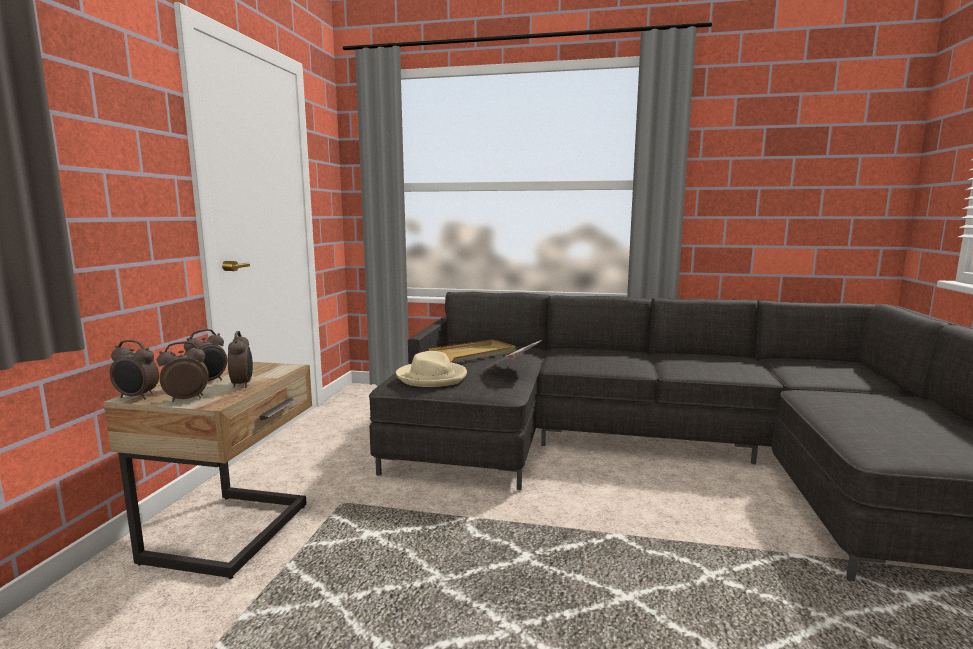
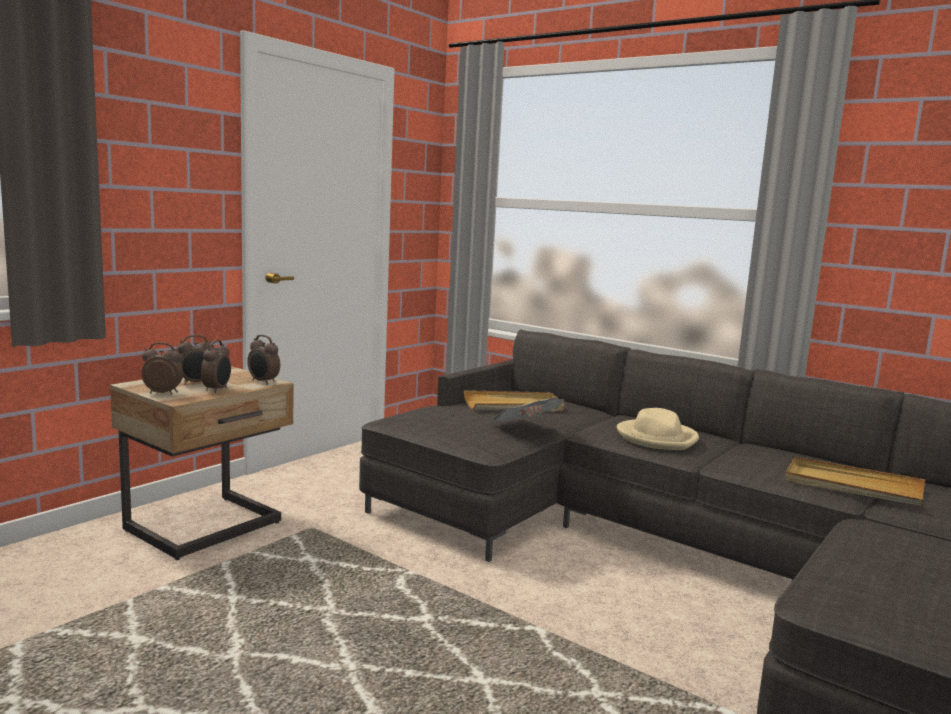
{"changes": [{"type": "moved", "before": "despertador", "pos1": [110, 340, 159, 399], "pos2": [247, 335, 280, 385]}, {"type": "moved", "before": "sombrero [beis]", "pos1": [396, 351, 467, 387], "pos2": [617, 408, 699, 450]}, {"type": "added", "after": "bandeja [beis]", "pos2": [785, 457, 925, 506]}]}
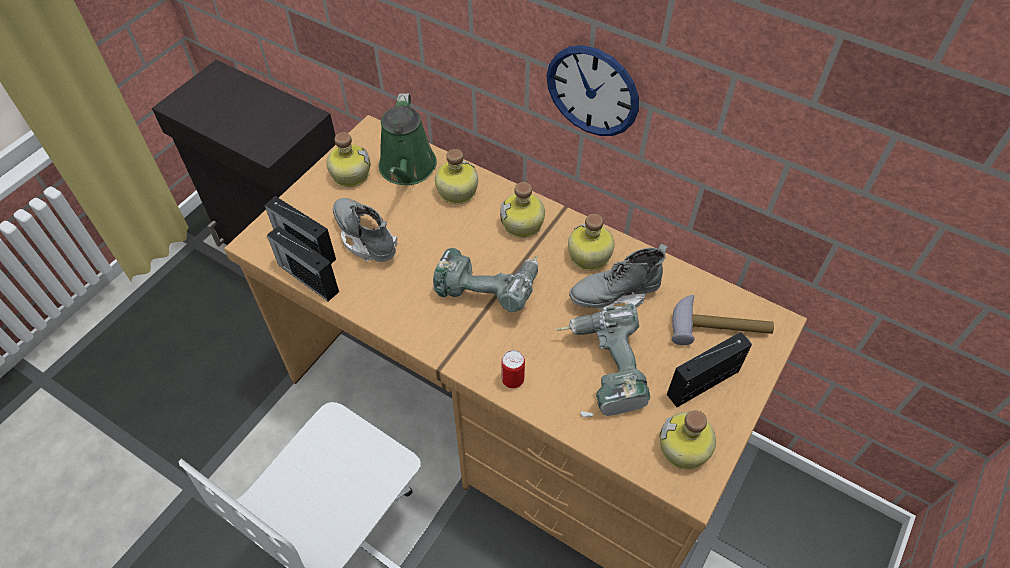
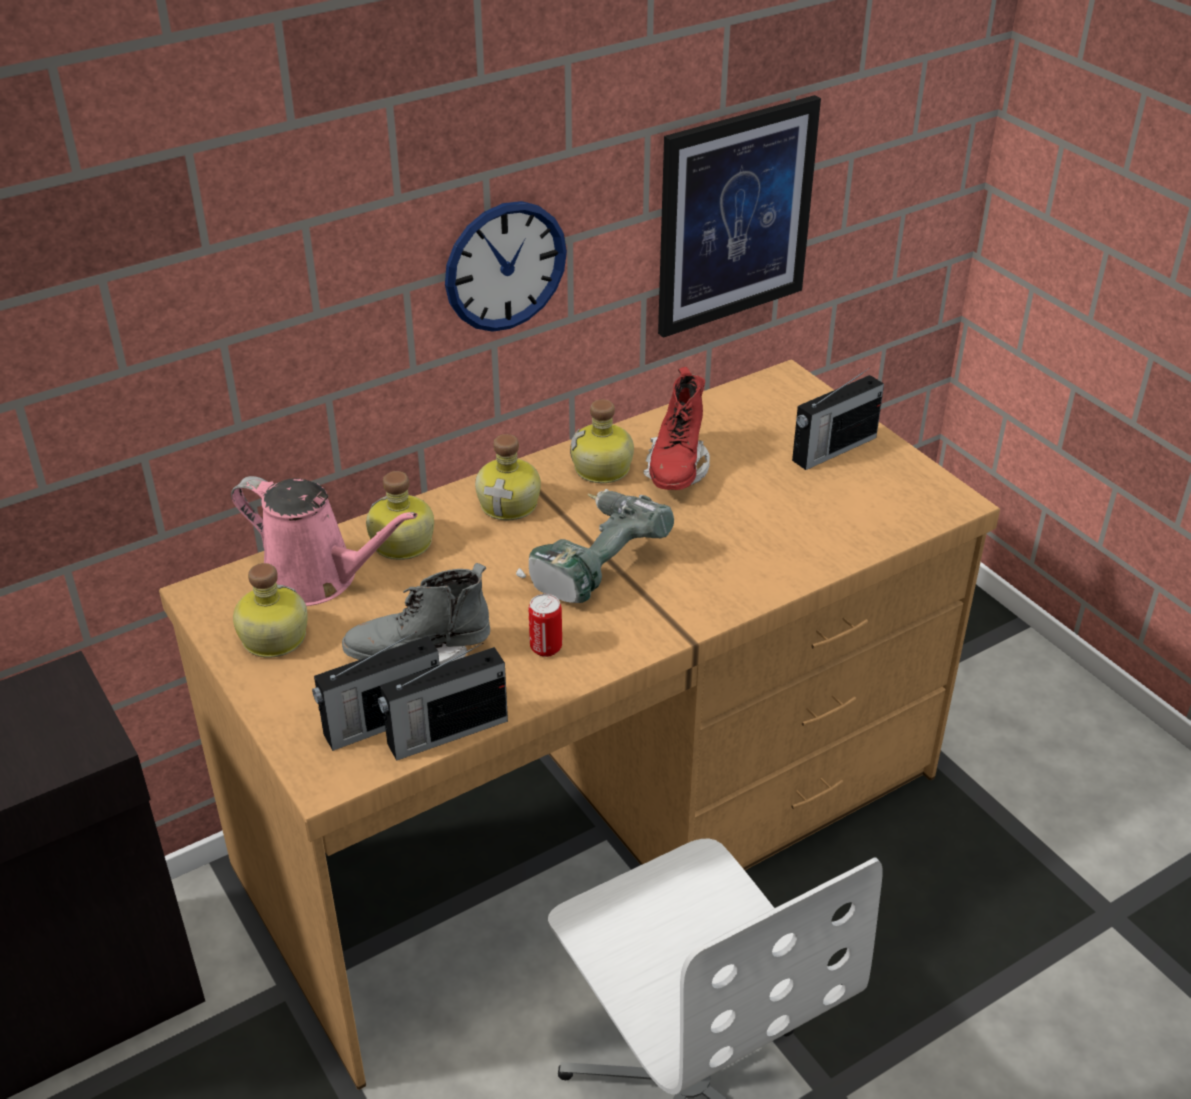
{"changes": [{"type": "recoloured", "before": "regadera [verde]", "after": "regadera [rosa]", "pos1": [379, 93, 437, 185], "pos2": [231, 476, 417, 606]}, {"type": "moved", "before": "lata", "pos1": [501, 350, 525, 388], "pos2": [529, 594, 562, 657]}, {"type": "removed", "before": "taladro", "pos1": [555, 303, 650, 417]}, {"type": "recoloured", "before": "bota [gris]", "after": "bota [rojo]", "pos1": [569, 244, 668, 311], "pos2": [643, 367, 710, 490]}, {"type": "removed", "before": "botella", "pos1": [660, 410, 716, 470]}, {"type": "turned", "before": "radio", "pos1": [667, 332, 752, 407], "pos2": [792, 368, 884, 470], "turn": -120}, {"type": "removed", "before": "martillo", "pos1": [672, 295, 774, 345]}, {"type": "added", "after": "cuadro", "pos2": [658, 95, 821, 338]}]}
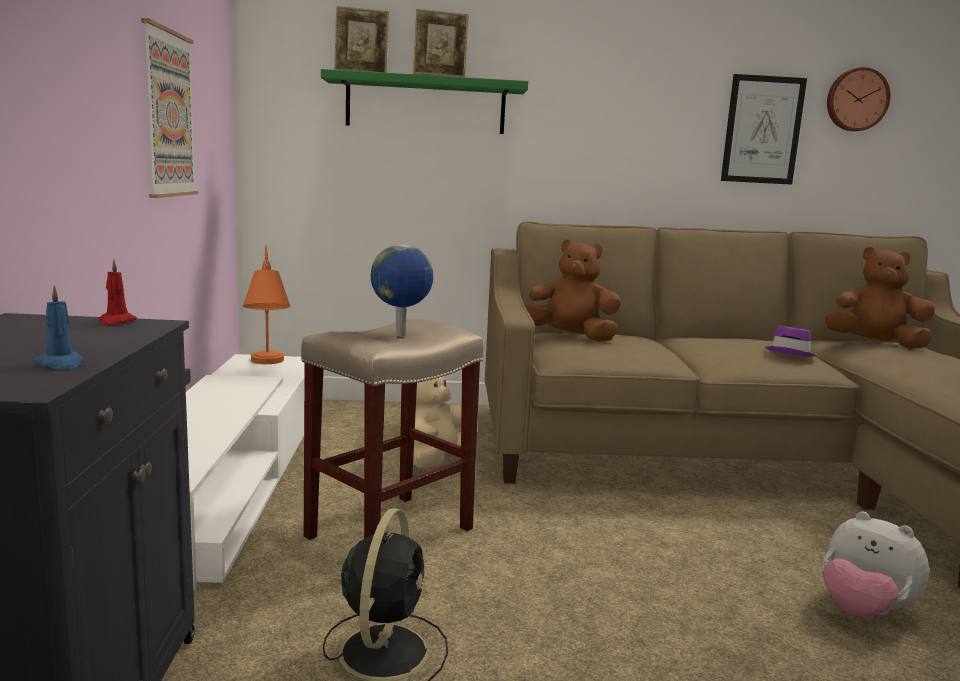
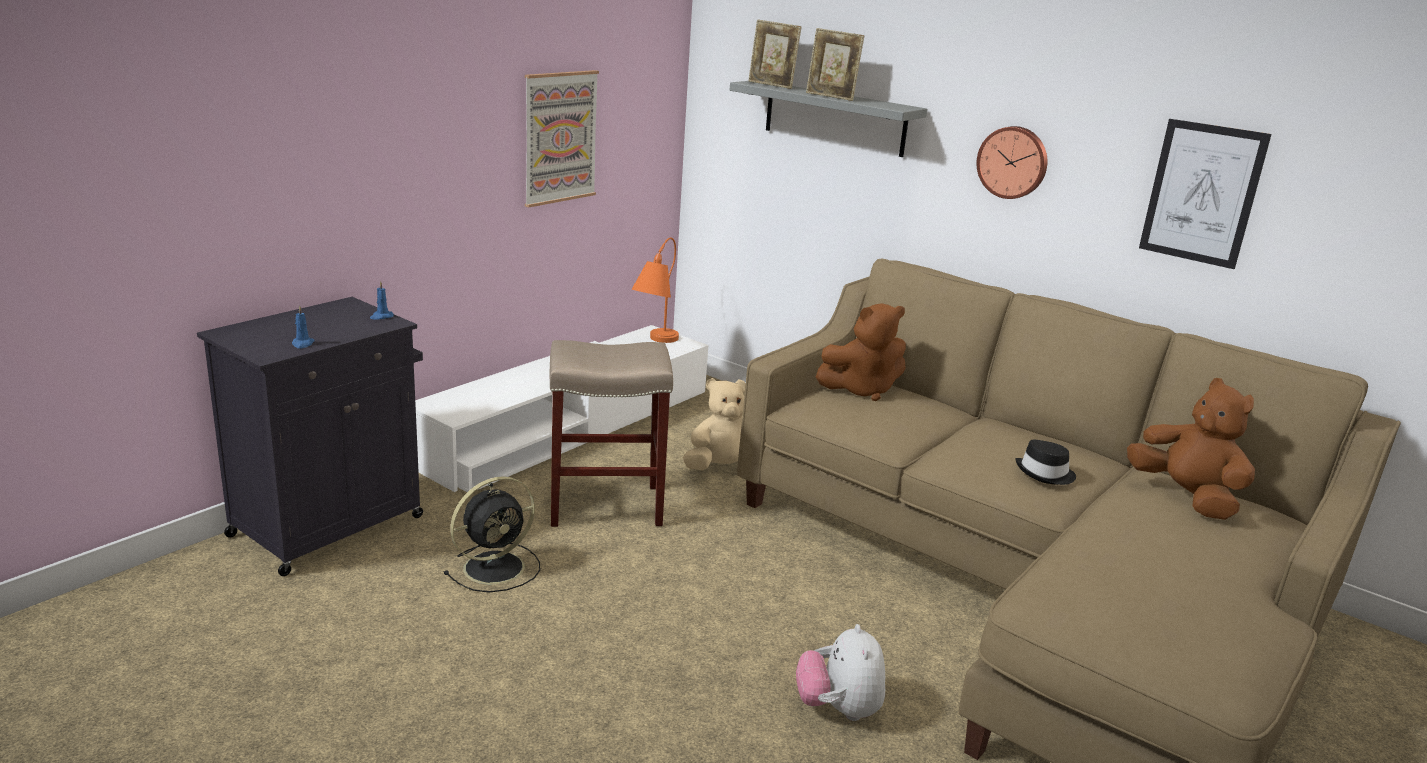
{"changes": [{"type": "recoloured", "before": "vela [rojo]", "after": "vela [azul]", "pos1": [98, 259, 137, 326], "pos2": [370, 281, 394, 320]}, {"type": "recoloured", "before": "estante [verde]", "after": "estante [gris]", "pos1": [321, 69, 528, 134], "pos2": [730, 81, 927, 157]}, {"type": "removed", "before": "globo terráqueo", "pos1": [371, 244, 433, 336]}, {"type": "turned", "before": "peluche [marrón]", "pos1": [525, 239, 621, 342], "pos2": [816, 303, 906, 401], "turn": 105}, {"type": "recoloured", "before": "sombrero [morado]", "after": "sombrero [negro]", "pos1": [765, 326, 817, 357], "pos2": [1016, 439, 1076, 485]}, {"type": "moved", "before": "reloj de pared", "pos1": [827, 67, 891, 131], "pos2": [977, 126, 1047, 199]}]}
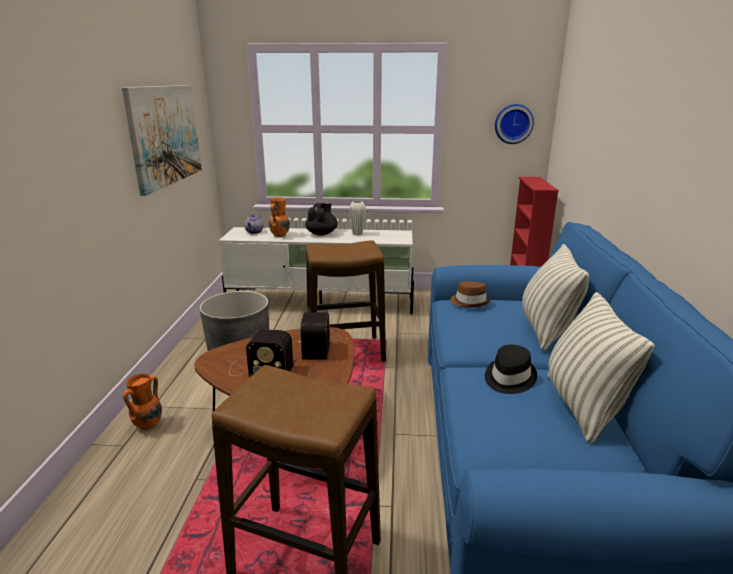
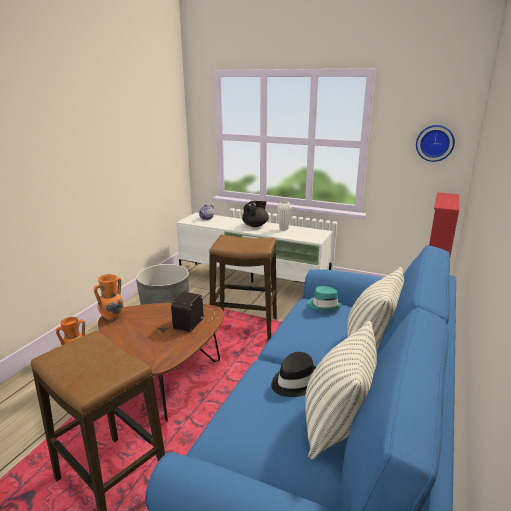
{"changes": [{"type": "removed", "before": "cuadro", "pos1": [122, 85, 202, 196]}, {"type": "removed", "before": "radio", "pos1": [229, 329, 293, 377]}, {"type": "moved", "before": "florero [naranja]", "pos1": [269, 197, 290, 237], "pos2": [94, 274, 124, 320]}, {"type": "recoloured", "before": "sombrero [marrón]", "after": "sombrero [turquesa]", "pos1": [450, 281, 491, 308], "pos2": [308, 286, 342, 311]}]}
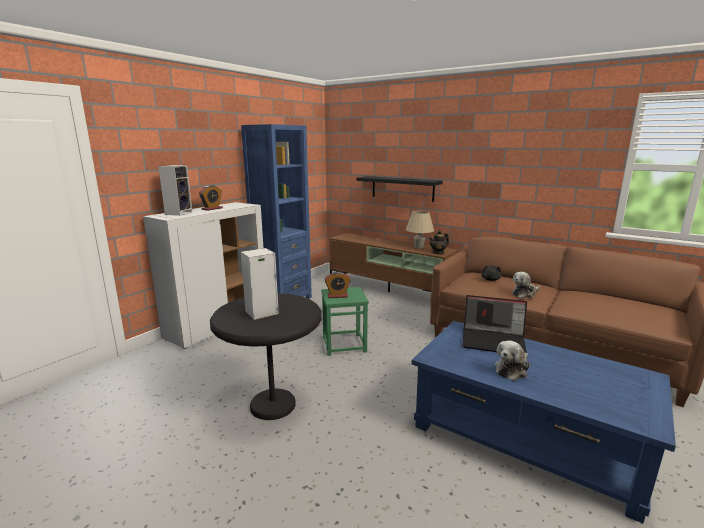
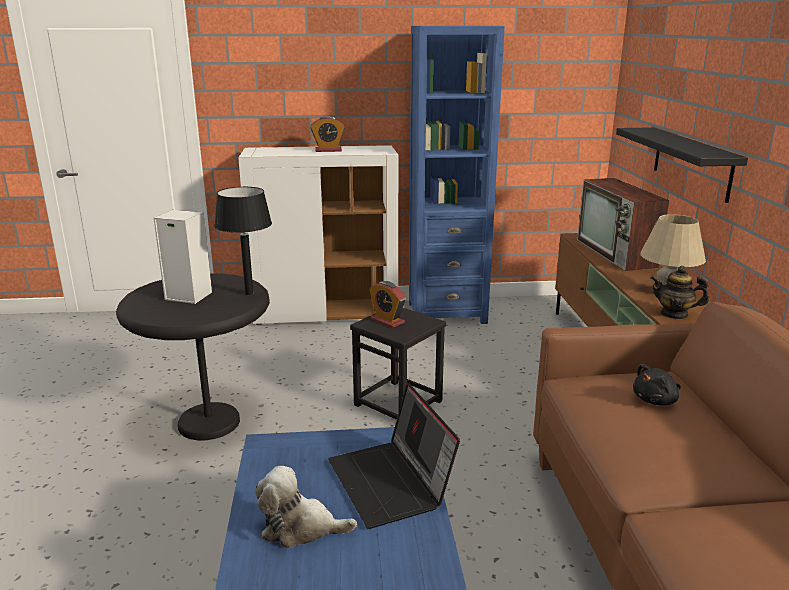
{"changes": [{"type": "removed", "before": "altavoz", "pos1": [158, 165, 192, 216]}, {"type": "recoloured", "before": "taburete [verde]", "after": "taburete [negro]", "pos1": [321, 287, 369, 356], "pos2": [350, 308, 446, 420]}, {"type": "removed", "before": "peluche", "pos1": [512, 272, 541, 298]}, {"type": "added", "after": "lámpara de mesa [negro]", "pos2": [214, 187, 272, 295]}, {"type": "added", "after": "televisor", "pos2": [577, 178, 669, 271]}]}
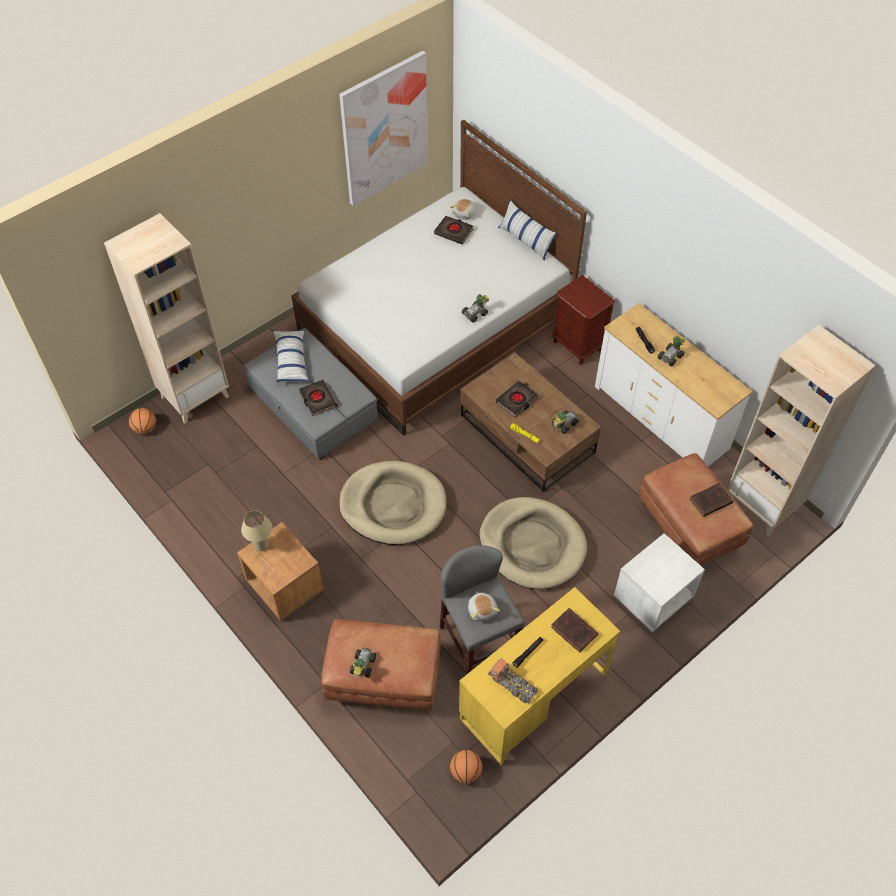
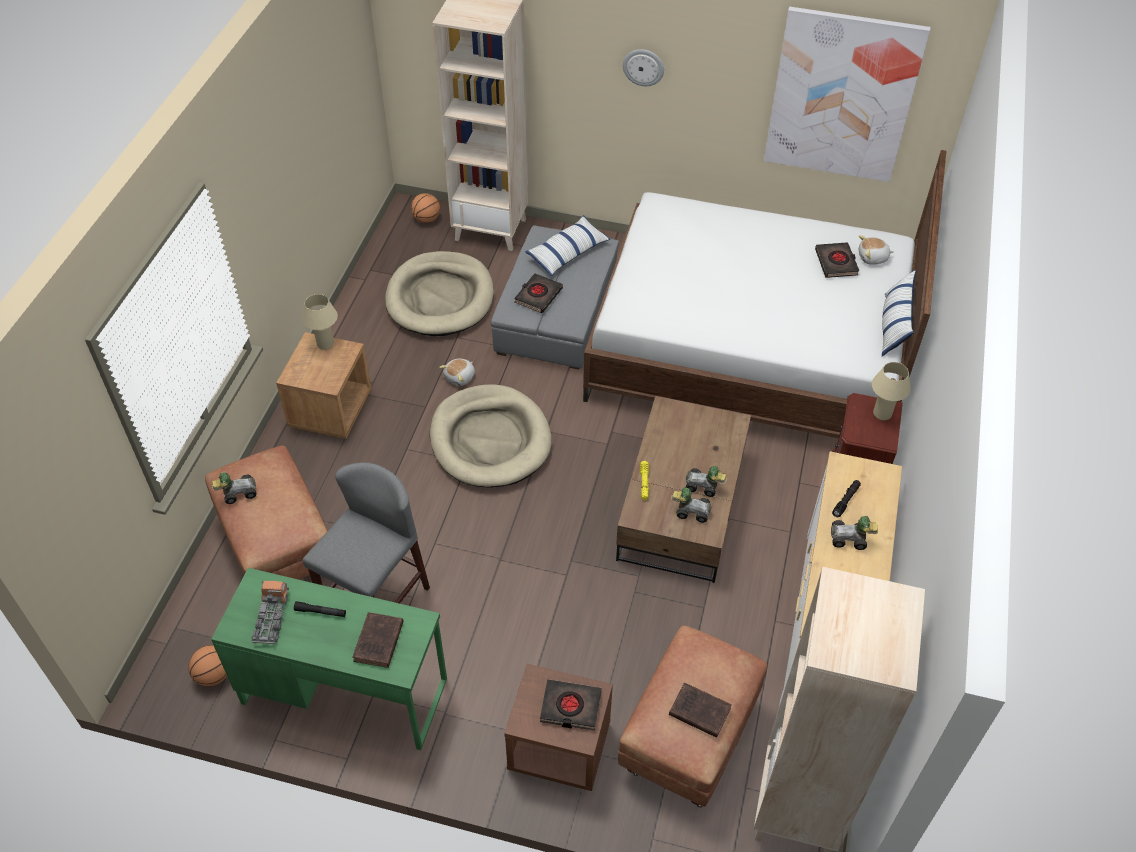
{"changes": [{"type": "recoloured", "before": "escritorio [amarillo]", "after": "escritorio [verde]", "pos1": [459, 587, 620, 765], "pos2": [211, 568, 447, 750]}, {"type": "moved", "before": "coche de juguete", "pos1": [462, 294, 489, 322], "pos2": [686, 466, 727, 497]}, {"type": "moved", "before": "peluche", "pos1": [468, 591, 500, 622], "pos2": [439, 359, 475, 386]}, {"type": "moved", "before": "cama para perro [beis]", "pos1": [479, 497, 587, 589], "pos2": [385, 251, 494, 336]}, {"type": "moved", "before": "libro [negro]", "pos1": [495, 381, 538, 417], "pos2": [540, 679, 602, 730]}, {"type": "recoloured", "before": "mesita de noche [blanco]", "after": "mesita de noche [marrón]", "pos1": [614, 533, 705, 632], "pos2": [504, 664, 613, 791]}, {"type": "added", "after": "reloj de pared", "pos2": [623, 49, 664, 86]}, {"type": "added", "after": "lámpara de mesa [beis]", "pos2": [872, 362, 911, 420]}]}
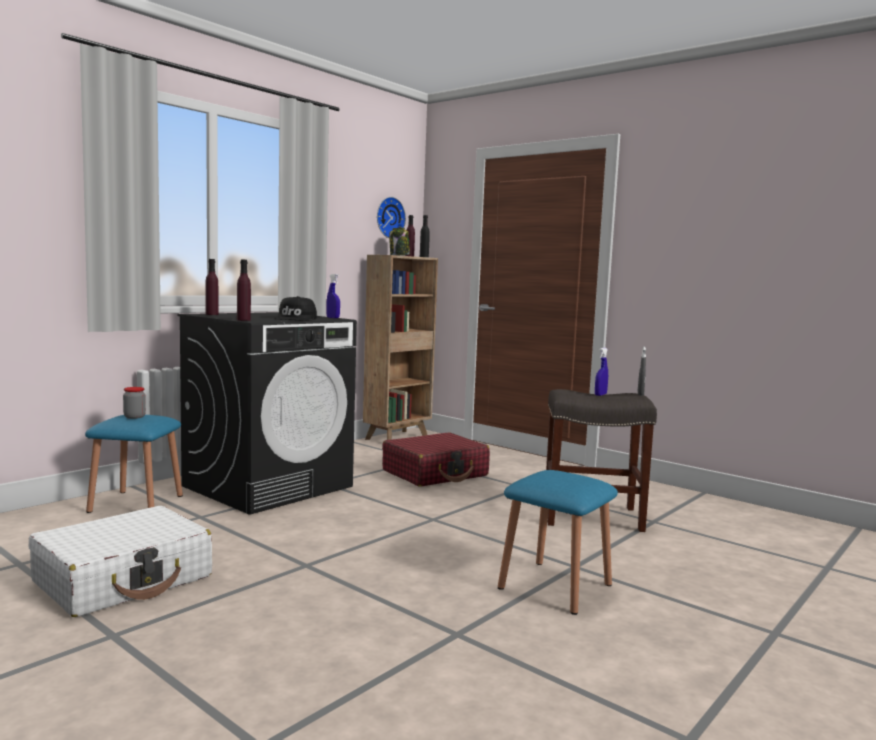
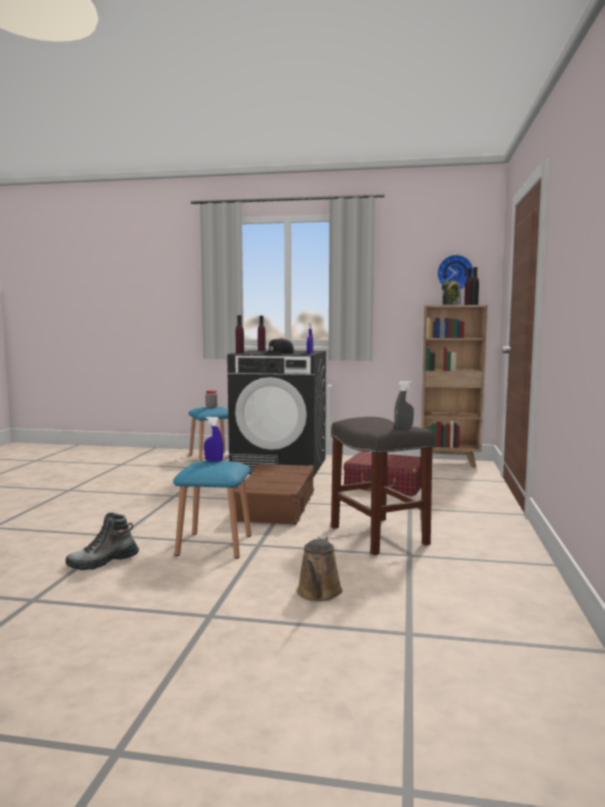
{"changes": [{"type": "removed", "before": "maleta [blanco]", "pos1": [29, 506, 212, 617]}, {"type": "moved", "before": "pulverizador [azul]", "pos1": [595, 348, 608, 396], "pos2": [204, 417, 224, 462]}, {"type": "added", "after": "bota", "pos2": [66, 513, 139, 570]}, {"type": "added", "after": "maleta [marrón]", "pos2": [234, 463, 314, 525]}, {"type": "added", "after": "regadera [marrón]", "pos2": [297, 536, 342, 601]}]}
